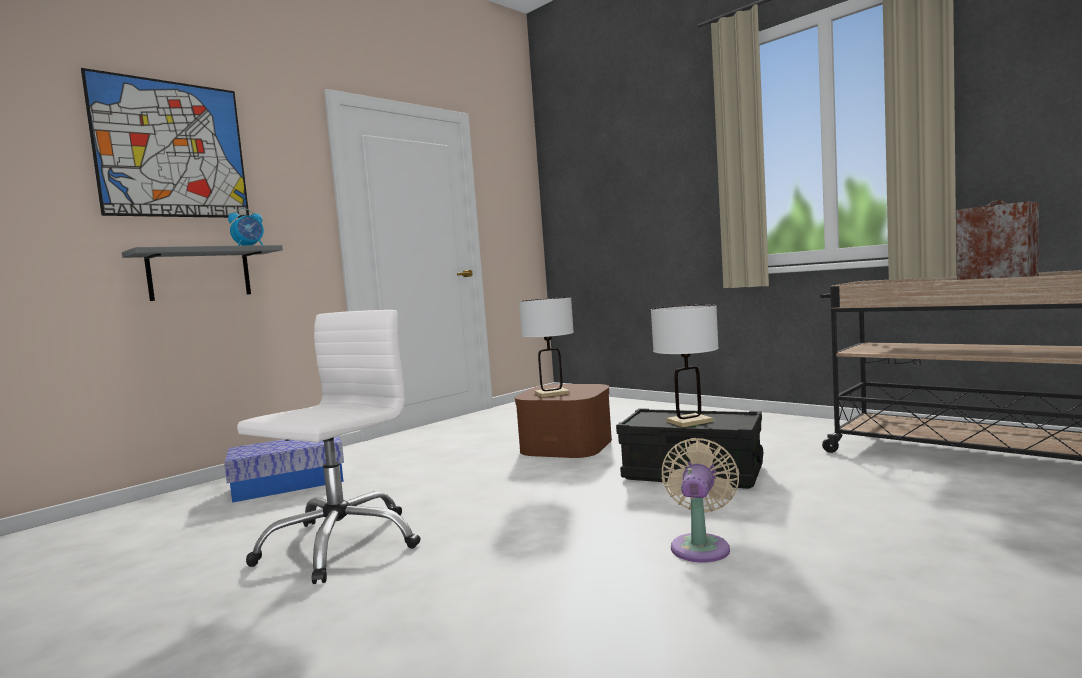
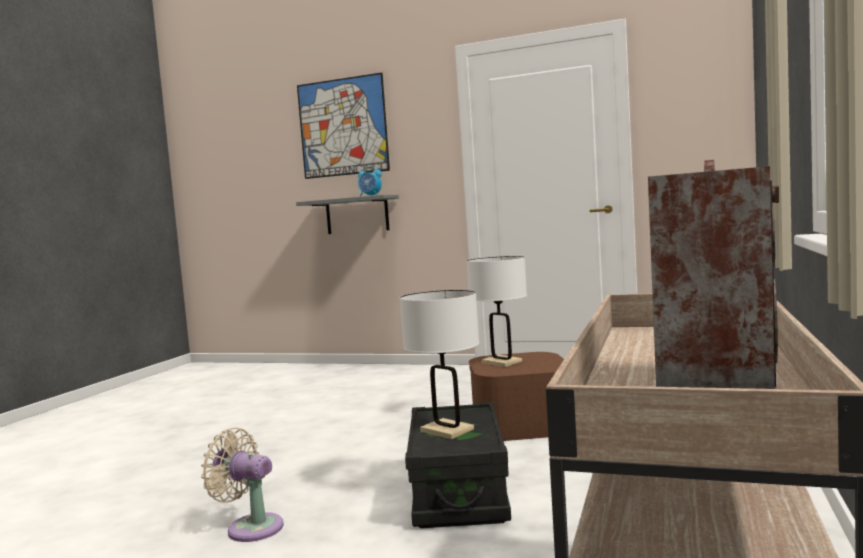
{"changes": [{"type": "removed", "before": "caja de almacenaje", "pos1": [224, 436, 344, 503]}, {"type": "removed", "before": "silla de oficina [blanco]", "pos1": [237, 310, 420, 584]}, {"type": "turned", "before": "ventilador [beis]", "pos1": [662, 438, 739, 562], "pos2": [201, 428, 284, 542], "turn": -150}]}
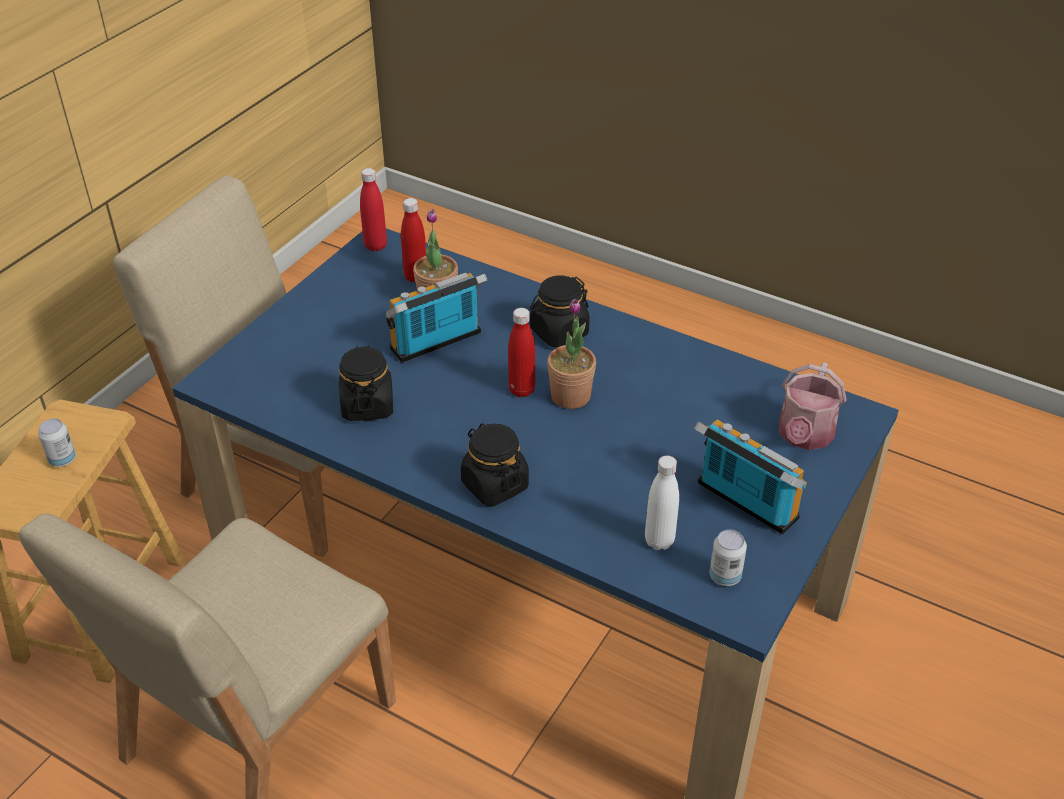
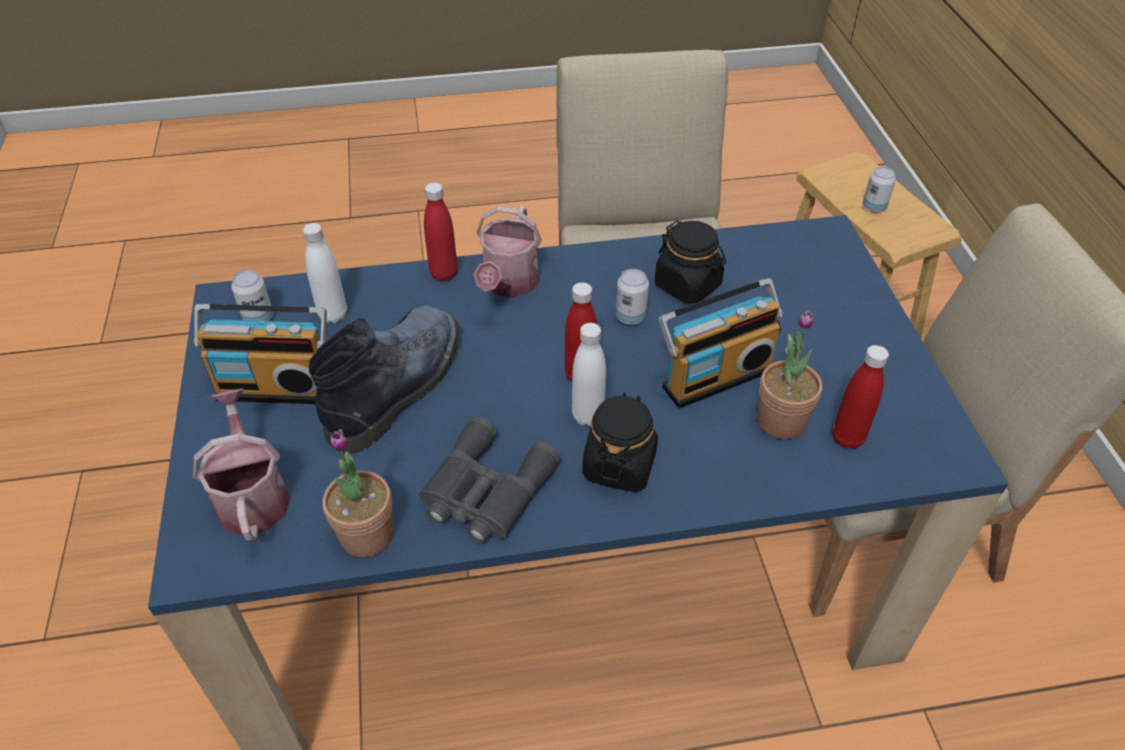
{"changes": [{"type": "moved", "before": "botella [rojo]", "pos1": [360, 168, 387, 251], "pos2": [424, 182, 458, 281]}, {"type": "turned", "before": "radio", "pos1": [385, 273, 488, 363], "pos2": [658, 278, 783, 409], "turn": 45}, {"type": "replaced", "before": "tarro [negro]", "after": "regadera", "pos1": [461, 423, 529, 506], "pos2": [474, 206, 542, 298]}, {"type": "moved", "before": "planta en maceta", "pos1": [547, 299, 596, 409], "pos2": [322, 429, 393, 557]}, {"type": "added", "after": "bota", "pos2": [309, 305, 459, 454]}, {"type": "added", "after": "prismáticos [gris]", "pos2": [419, 416, 561, 543]}, {"type": "added", "after": "botella [blanco]", "pos2": [572, 323, 606, 426]}, {"type": "added", "after": "lata", "pos2": [616, 269, 649, 325]}]}
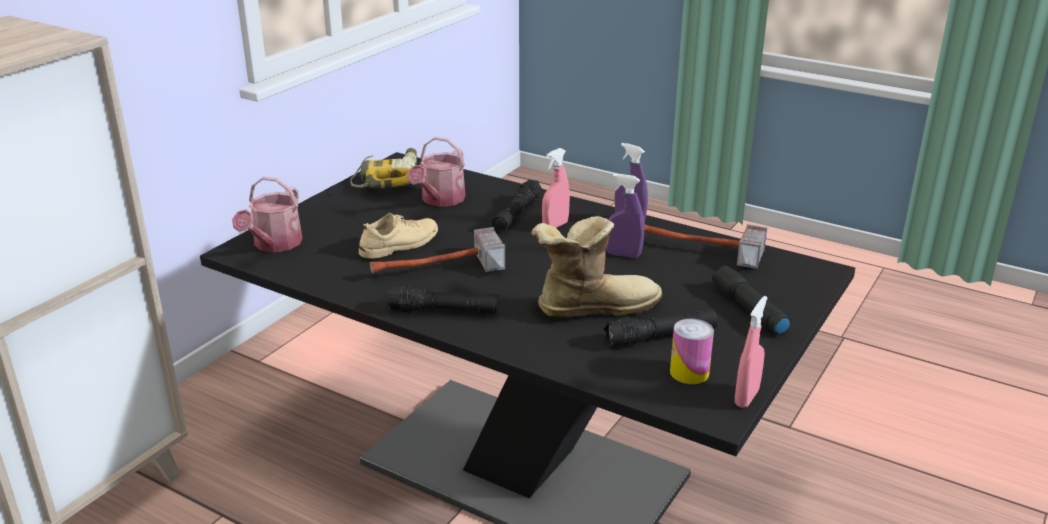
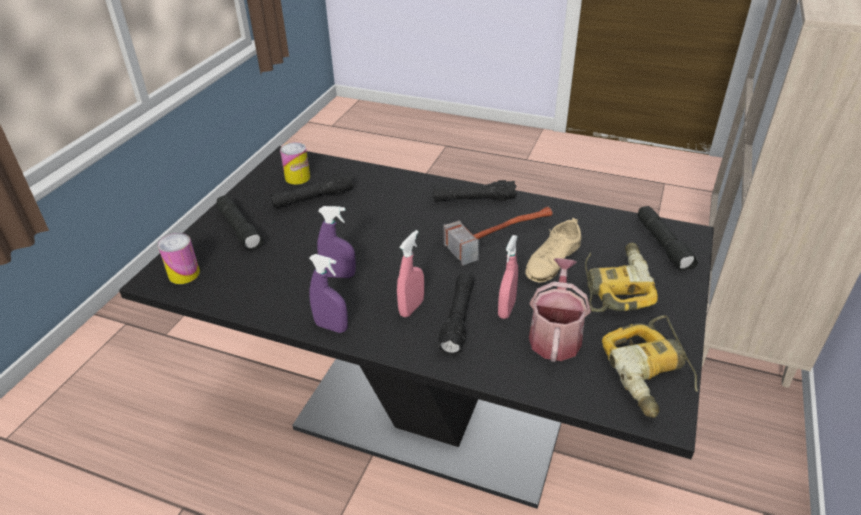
{"changes": [{"type": "replaced", "before": "regadera", "after": "linterna [negro]", "pos1": [232, 176, 303, 252], "pos2": [637, 206, 698, 271]}, {"type": "removed", "before": "bota", "pos1": [532, 216, 662, 317]}, {"type": "removed", "before": "martillo", "pos1": [644, 224, 767, 269]}, {"type": "moved", "before": "pulverizador [rosa]", "pos1": [735, 296, 768, 408], "pos2": [498, 235, 518, 319]}, {"type": "added", "after": "lata", "pos2": [158, 233, 200, 284]}, {"type": "added", "after": "taladro", "pos2": [585, 243, 658, 312]}]}
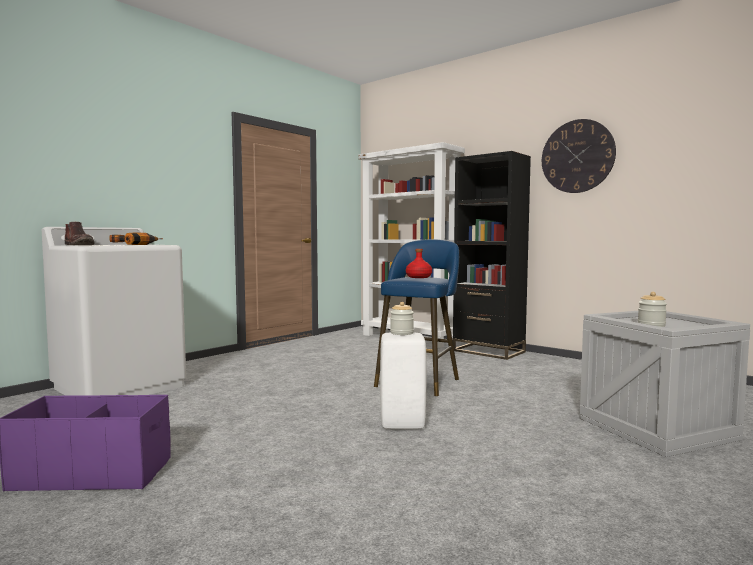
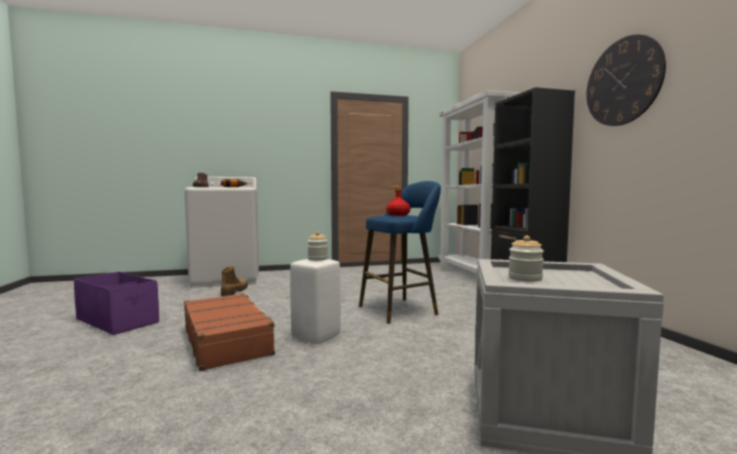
{"changes": [{"type": "added", "after": "maleta [marrón]", "pos2": [184, 293, 277, 371]}, {"type": "added", "after": "bota", "pos2": [221, 266, 248, 296]}]}
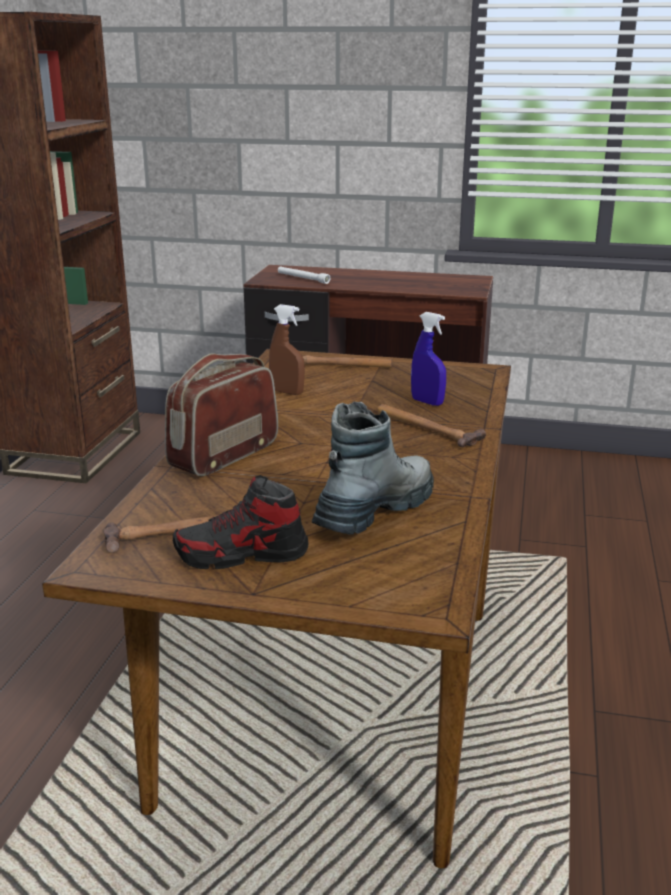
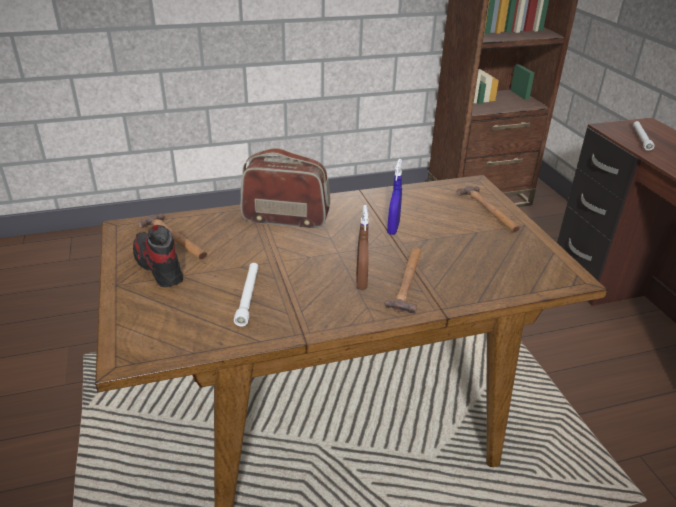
{"changes": [{"type": "moved", "before": "pulverizador [marrón]", "pos1": [269, 304, 305, 395], "pos2": [356, 205, 369, 290]}, {"type": "replaced", "before": "bota", "after": "linterna [blanco]", "pos1": [312, 402, 434, 535], "pos2": [234, 263, 259, 327]}, {"type": "moved", "before": "pulverizador [azul]", "pos1": [411, 312, 446, 406], "pos2": [387, 159, 402, 235]}]}
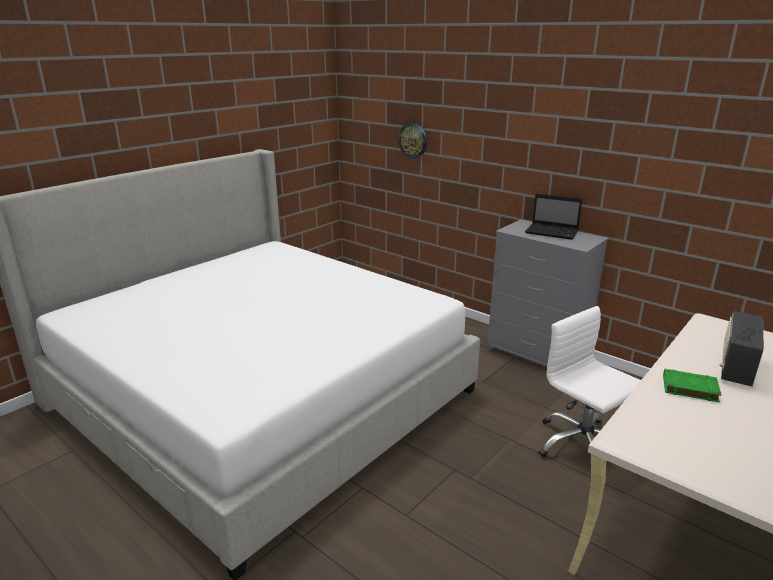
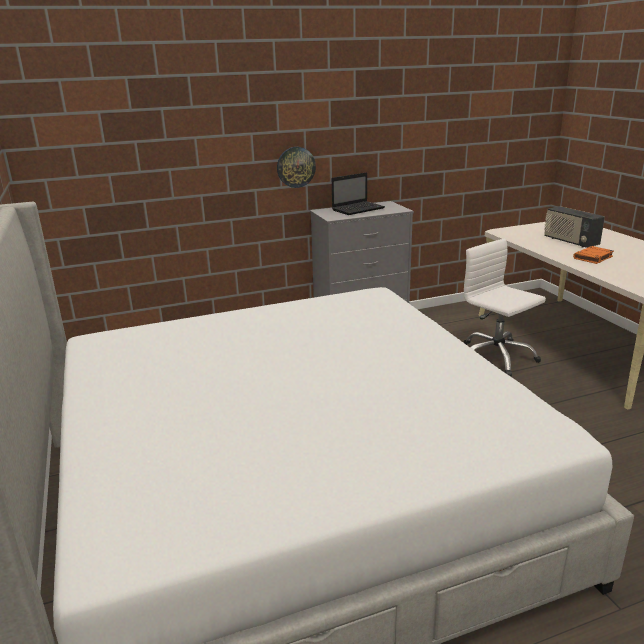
{"changes": [{"type": "moved", "before": "reloj de pared", "pos1": [398, 123, 427, 158], "pos2": [277, 147, 316, 188]}, {"type": "turned", "before": "silla de oficina [blanco]", "pos1": [538, 306, 641, 458], "pos2": [464, 239, 546, 376], "turn": 60}, {"type": "recoloured", "before": "libro [verde]", "after": "libro [naranja]", "pos1": [663, 369, 721, 402], "pos2": [573, 246, 614, 264]}]}
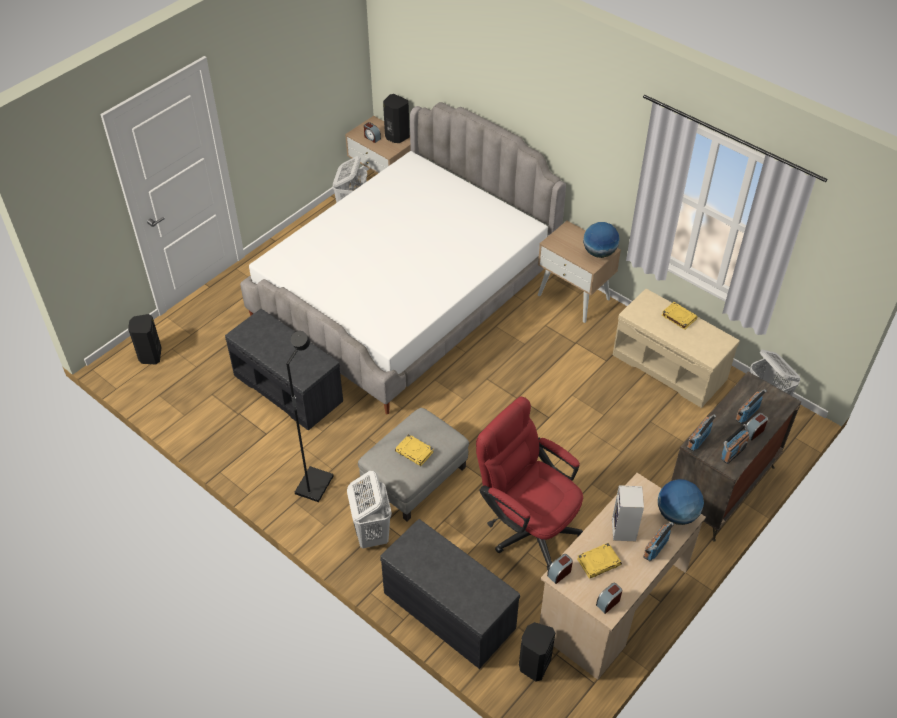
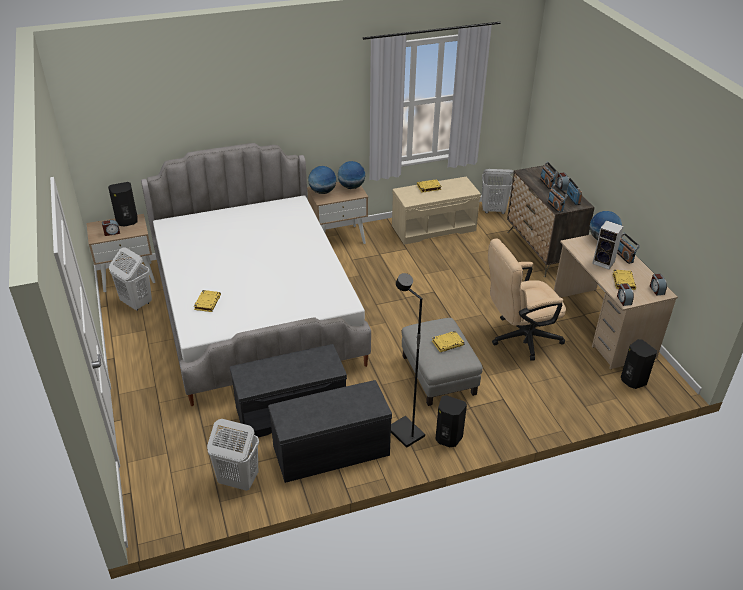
{"changes": [{"type": "moved", "before": "altavoz [negro]", "pos1": [128, 314, 162, 364], "pos2": [435, 395, 467, 447]}, {"type": "moved", "before": "cesto de la ropa [blanco]", "pos1": [347, 471, 392, 548], "pos2": [207, 419, 259, 491]}, {"type": "moved", "before": "banco [gris]", "pos1": [380, 519, 520, 669], "pos2": [268, 380, 392, 483]}, {"type": "recoloured", "before": "silla de oficina [rojo]", "after": "silla de oficina [beis]", "pos1": [476, 397, 583, 570], "pos2": [488, 239, 566, 361]}, {"type": "added", "after": "libro [amarillo]", "pos2": [194, 290, 221, 312]}, {"type": "added", "after": "globo terráqueo", "pos2": [308, 166, 337, 194]}]}
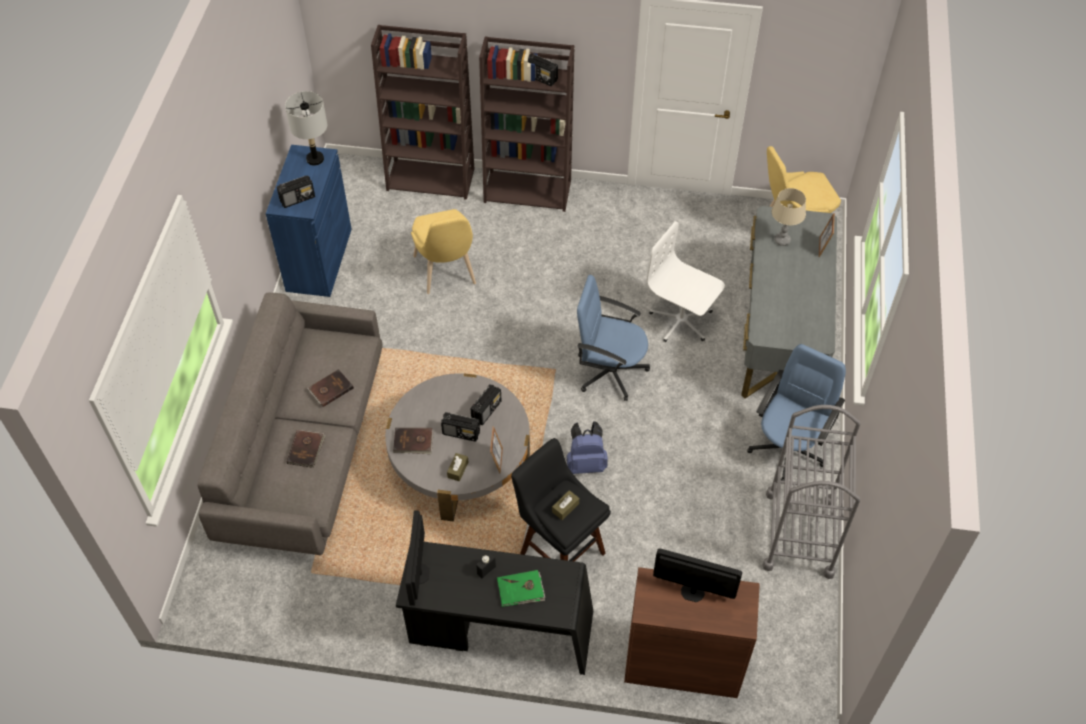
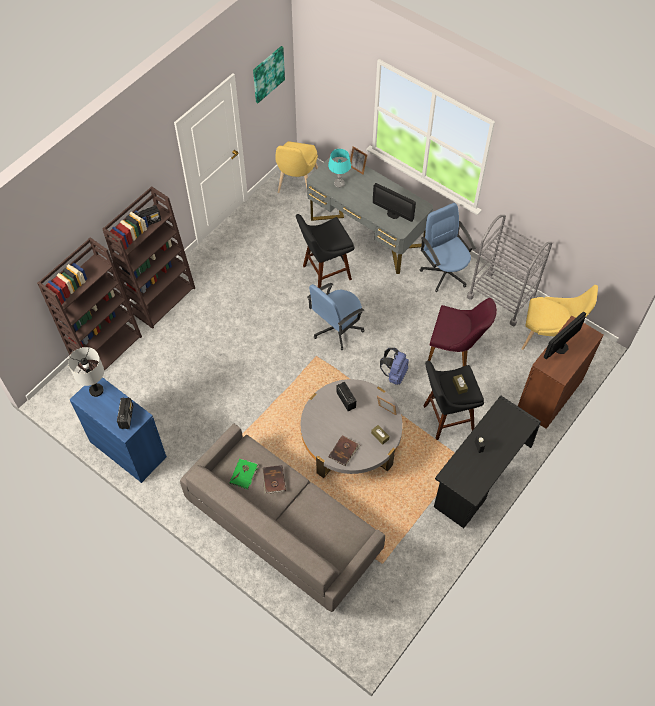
{"changes": [{"type": "removed", "before": "libro [marrón]", "pos1": [287, 430, 326, 468]}, {"type": "moved", "before": "monitor", "pos1": [406, 511, 430, 606], "pos2": [373, 183, 416, 222]}, {"type": "moved", "before": "silla [amarillo]", "pos1": [411, 209, 476, 294], "pos2": [522, 285, 598, 350]}, {"type": "removed", "before": "radio", "pos1": [441, 412, 480, 442]}, {"type": "moved", "before": "libro [verde]", "pos1": [497, 570, 545, 607], "pos2": [230, 459, 259, 489]}, {"type": "replaced", "before": "silla de oficina [blanco]", "after": "taburete [negro]", "pos1": [647, 221, 725, 342], "pos2": [296, 214, 354, 288]}, {"type": "recoloured", "before": "lámpara de mesa [beis]", "after": "lámpara de mesa [turquesa]", "pos1": [771, 188, 806, 246], "pos2": [328, 149, 351, 188]}, {"type": "added", "after": "cuadro", "pos2": [253, 46, 285, 103]}, {"type": "added", "after": "silla [morado]", "pos2": [428, 298, 497, 366]}]}
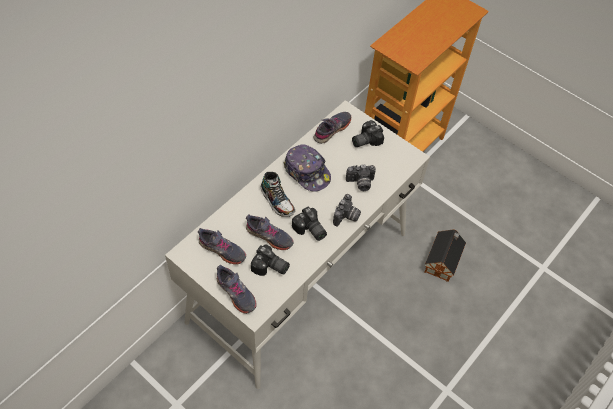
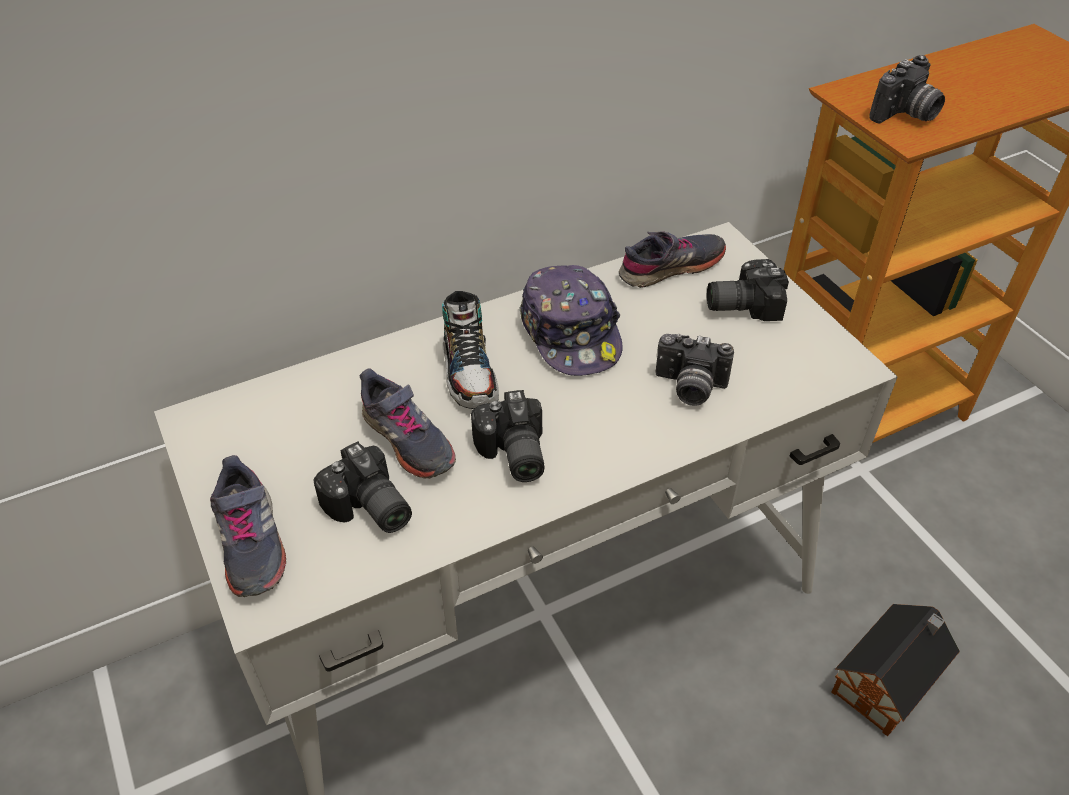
{"changes": [{"type": "removed", "before": "zapato [gris]", "pos1": [198, 228, 246, 265]}, {"type": "moved", "before": "cámara", "pos1": [333, 194, 361, 226], "pos2": [869, 55, 945, 124]}]}
